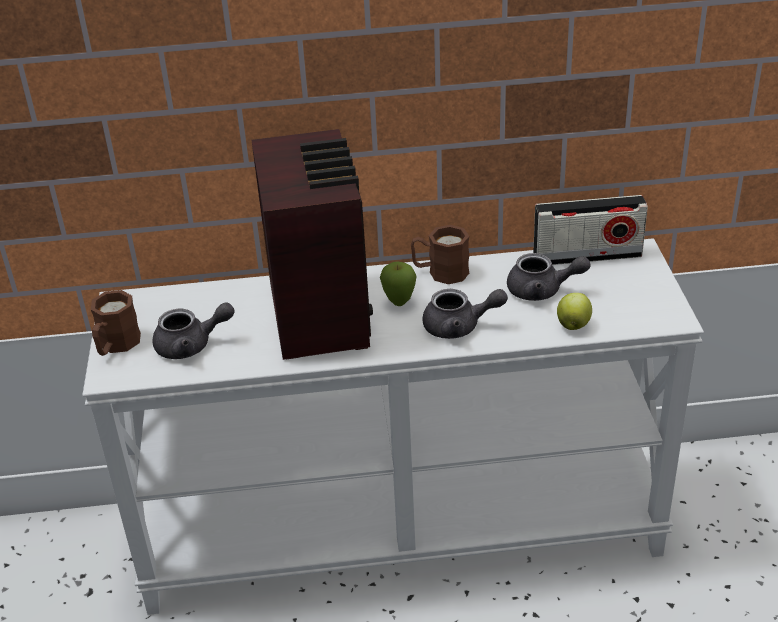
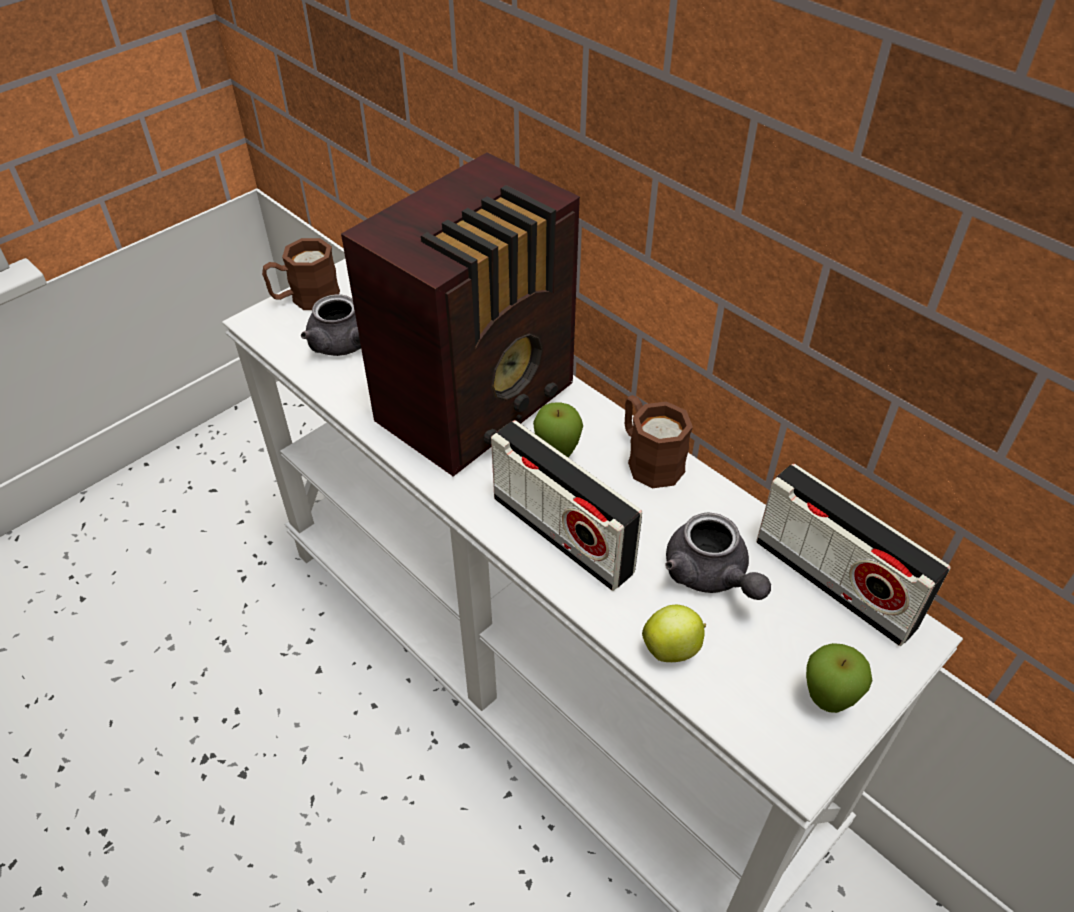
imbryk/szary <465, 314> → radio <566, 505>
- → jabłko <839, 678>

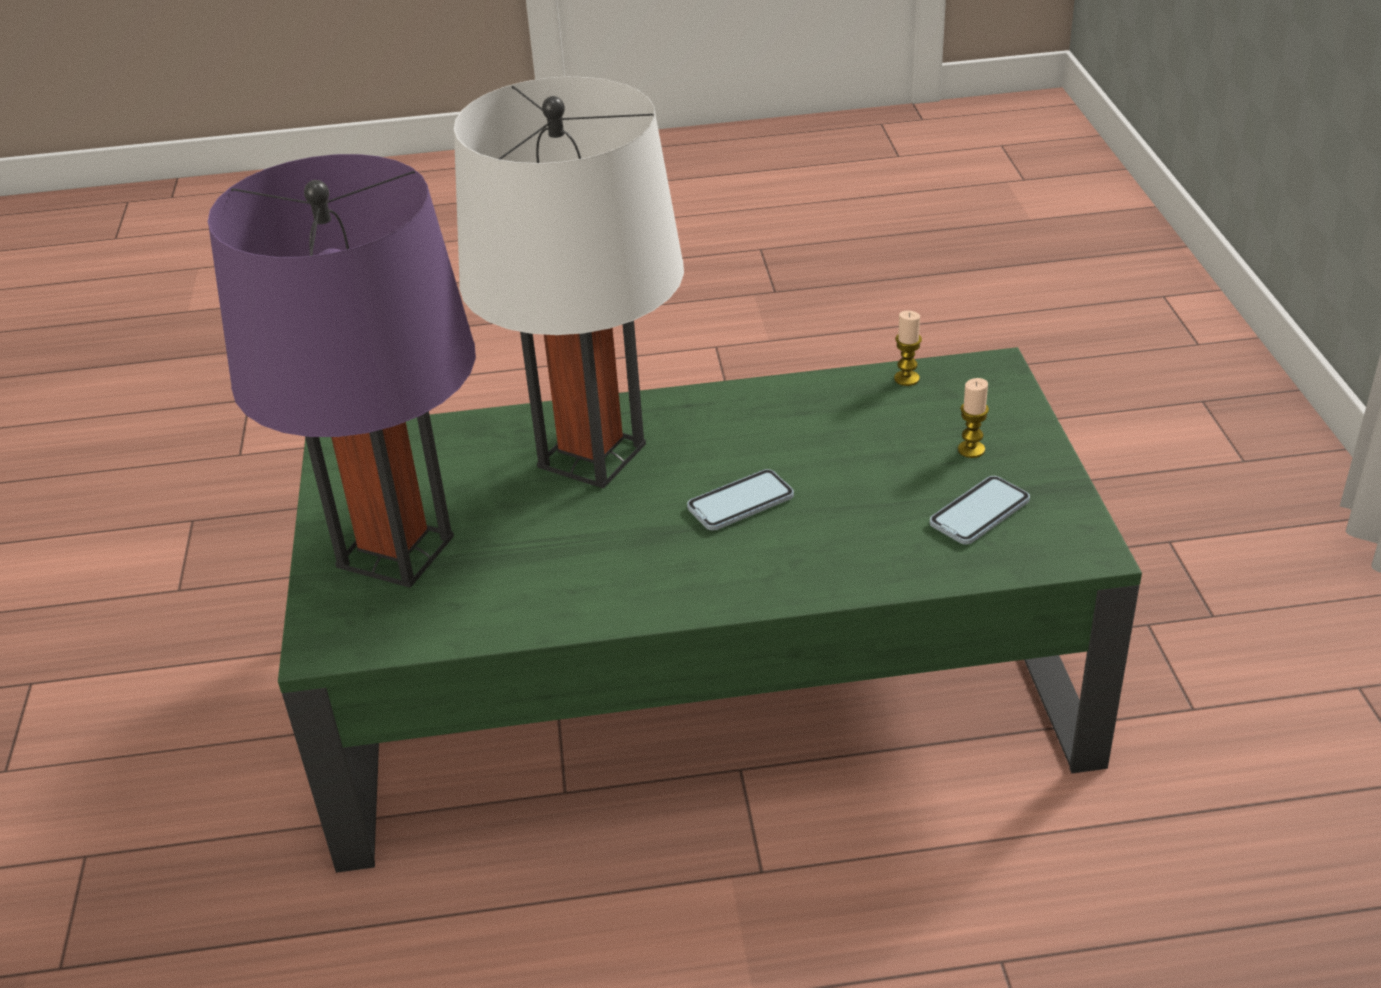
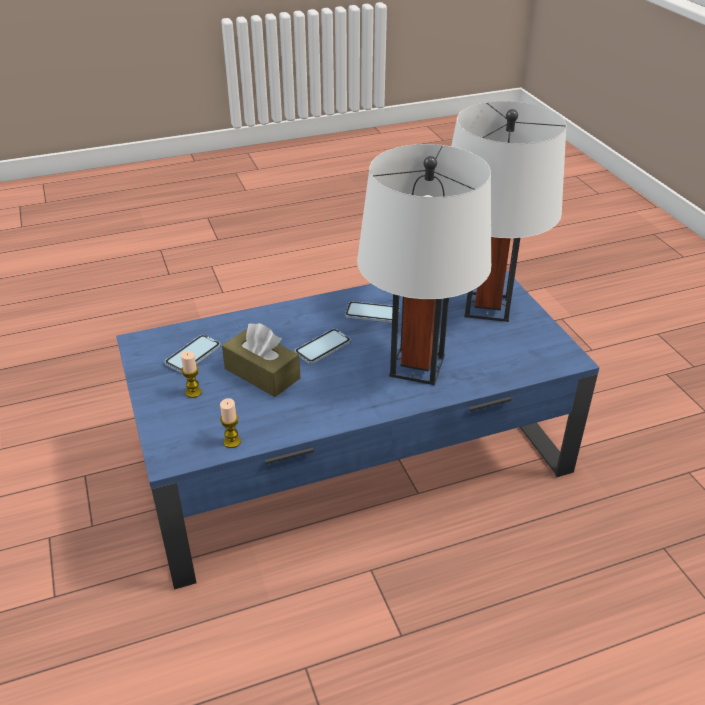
lampa stołowa/fioletowy <342, 371> → lampa stołowa/biały <509, 211>
ława/zielony <710, 610> → ława/niebieski <358, 430>
- → telefon <372, 312>
- → pudełko chusteczek/brązowy <261, 360>

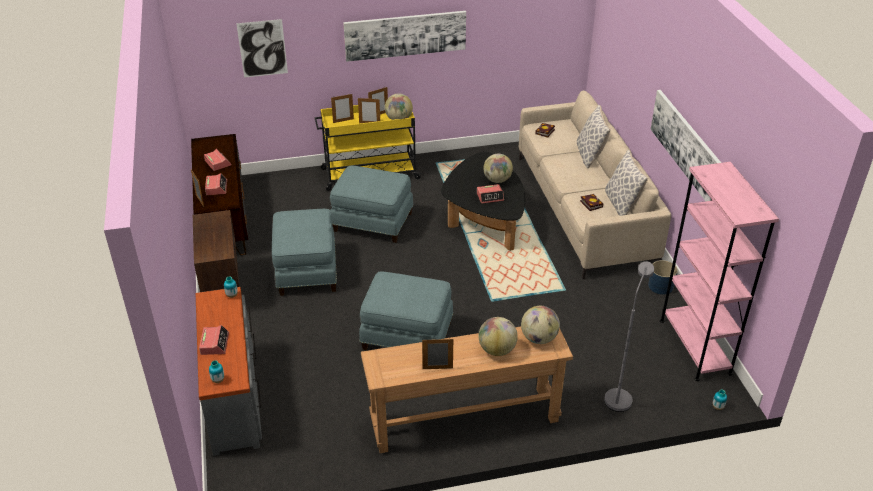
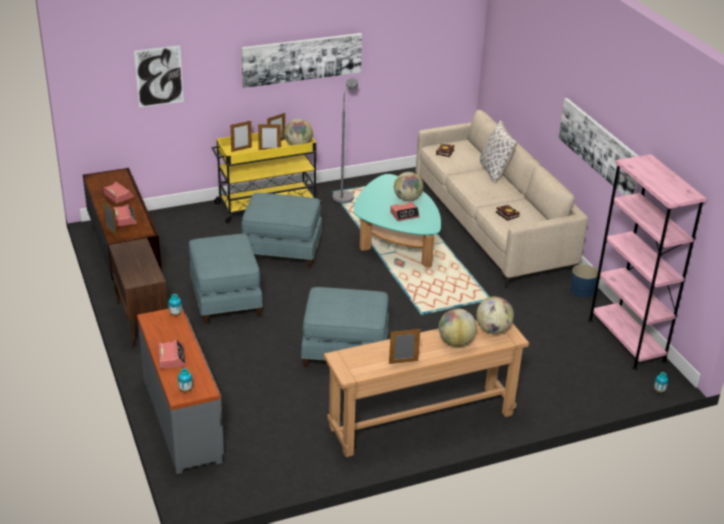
poduszka <626, 183> → -
ława/czarny <483, 201> → ława/turkusowy <397, 221>
lampa stojąca/szary <629, 336> → lampa stojąca/szary <345, 141>, shifted

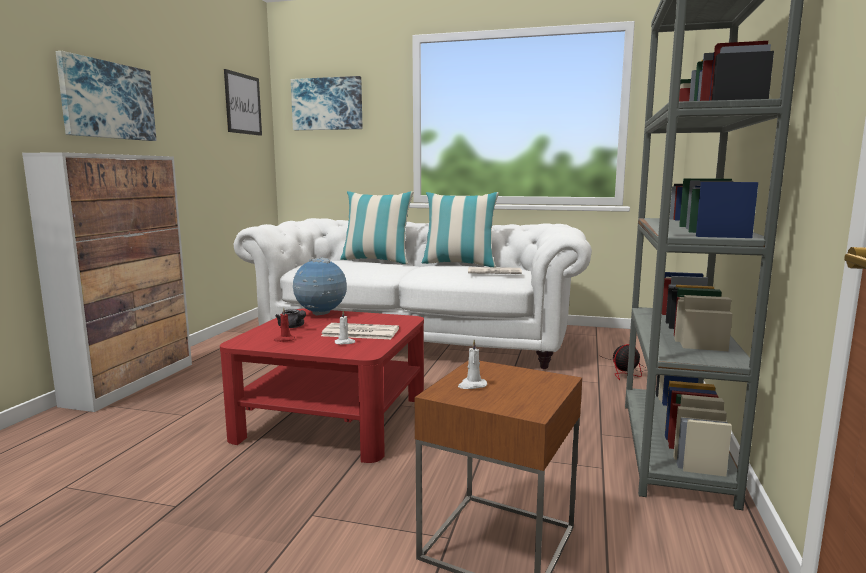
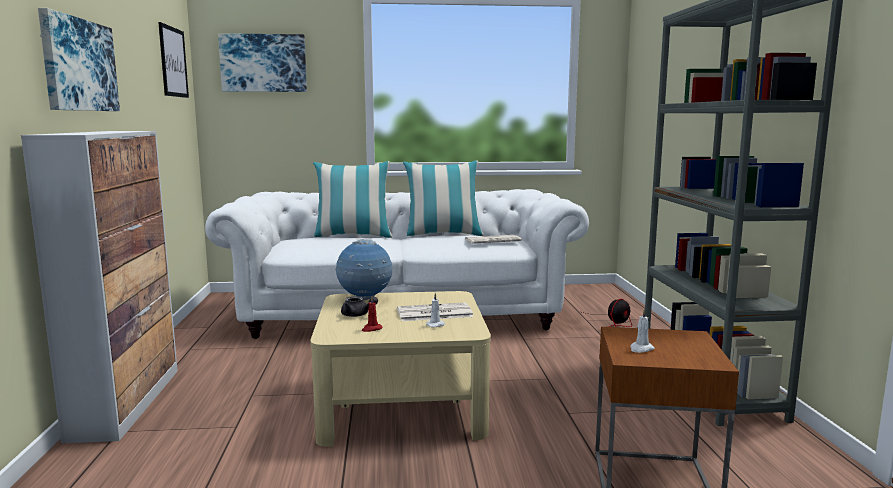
ława/czerwony <322, 386> → ława/beżowy <400, 369>

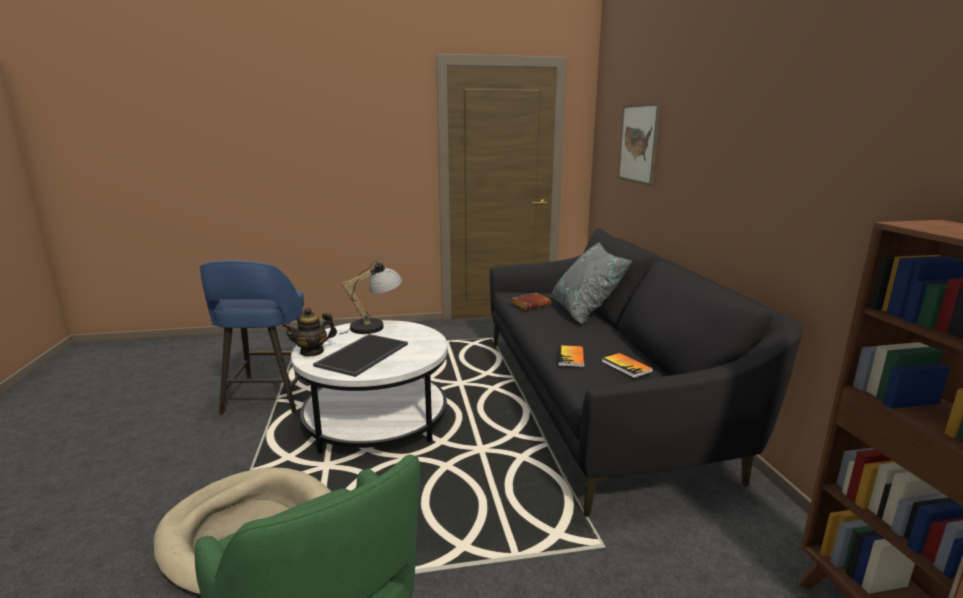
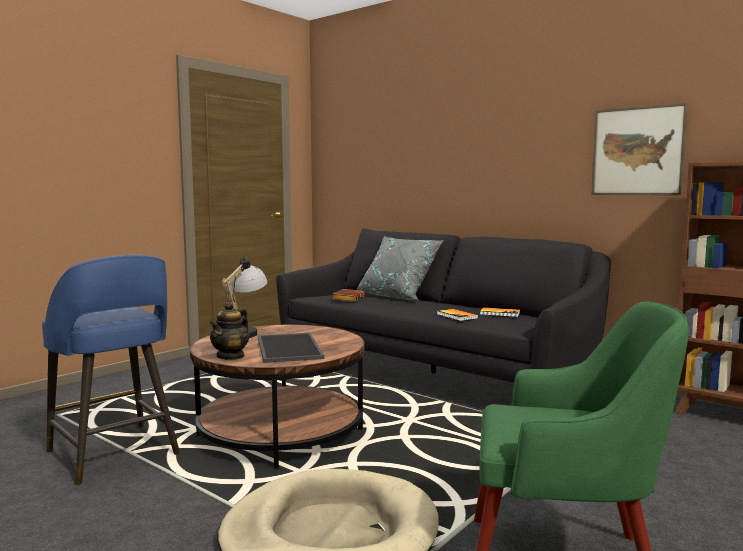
obraz <639, 144> → obraz <639, 149>, shifted
ława/biały <369, 387> → ława/brązowy <277, 397>

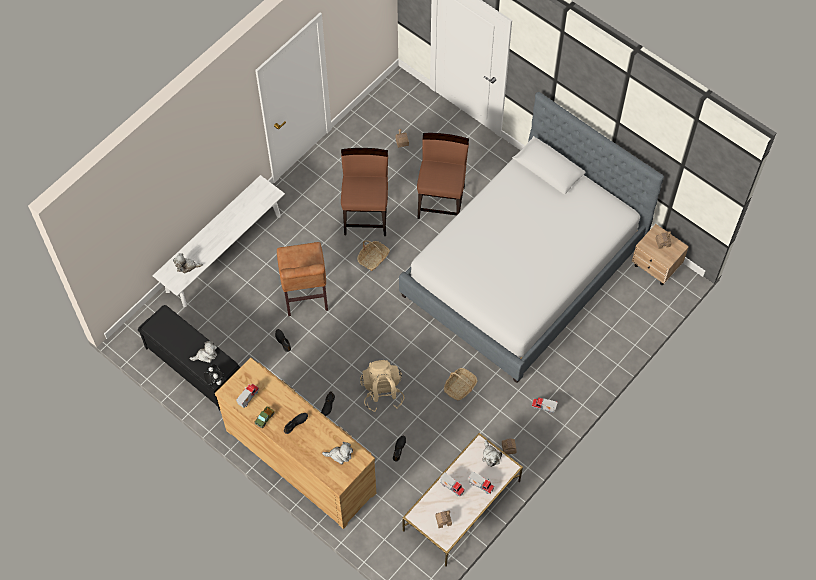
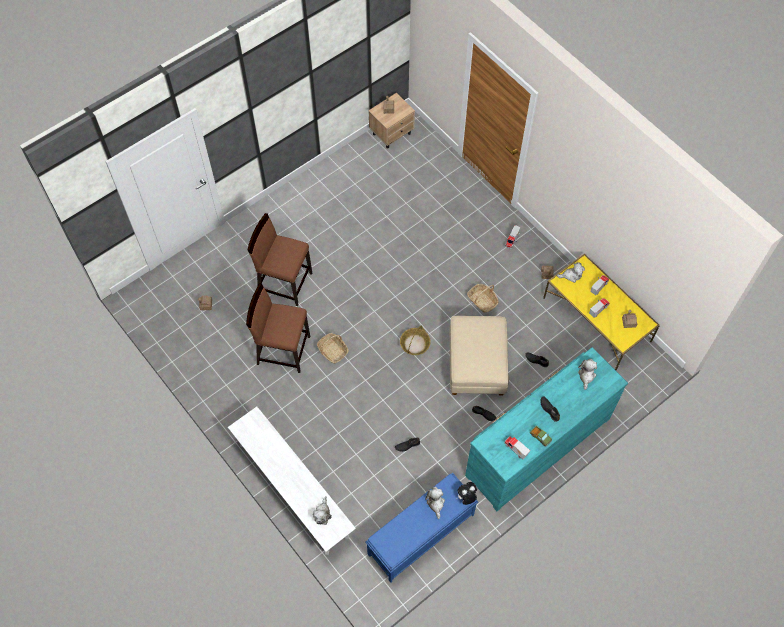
łóżko <531, 237> → -
krzesło/brązowy <302, 279> → -
ławka/czarny <189, 357> → ławka/niebieski <421, 528>
komoda/brązowy <295, 443> → komoda/turkusowy <546, 429>
plecak/beżowy <382, 386> → pufa/beżowy <479, 356>
ława/biały <462, 499> → ława/żółty <601, 312>
- → koszyk <415, 340>

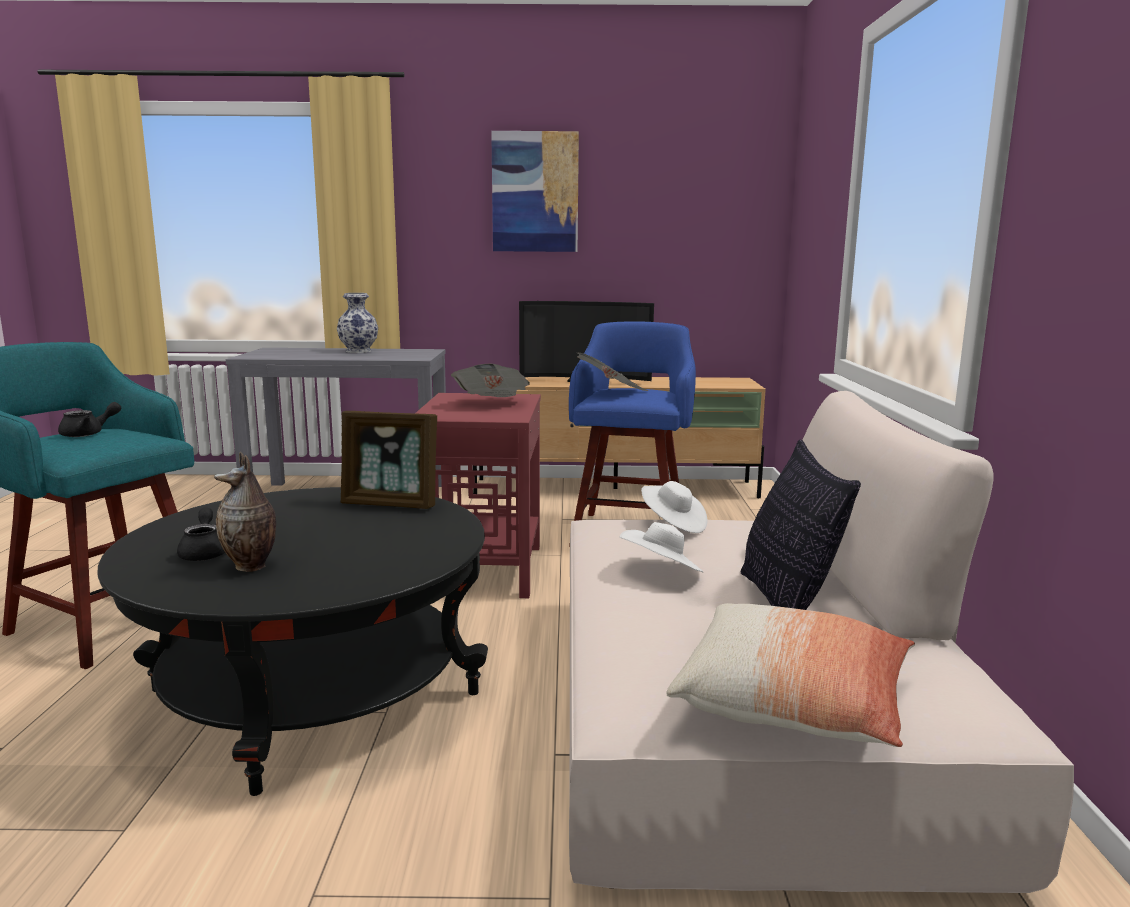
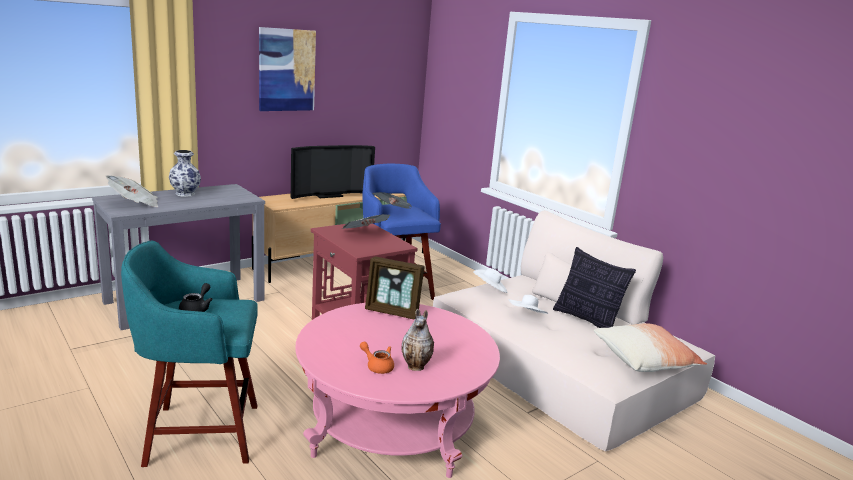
ramka na zdjęcie <389, 460> → ramka na zdjęcie <395, 287>, 45 degrees clockwise
ława/czarny <292, 641> → ława/różowy <397, 390>
imbryk/czarny <201, 534> → imbryk/pomarańczowy <377, 357>
- → gazeta <132, 191>

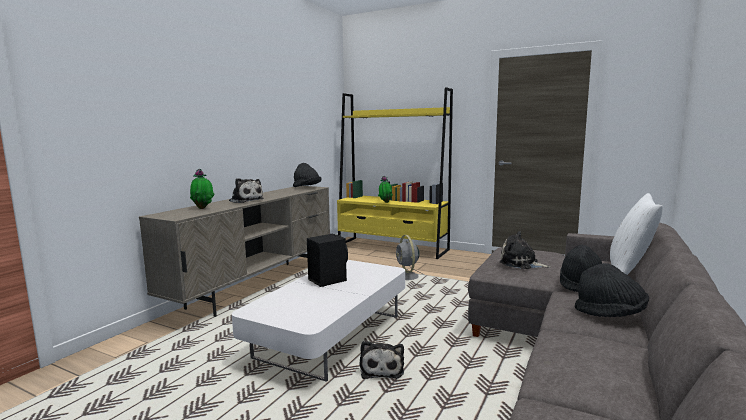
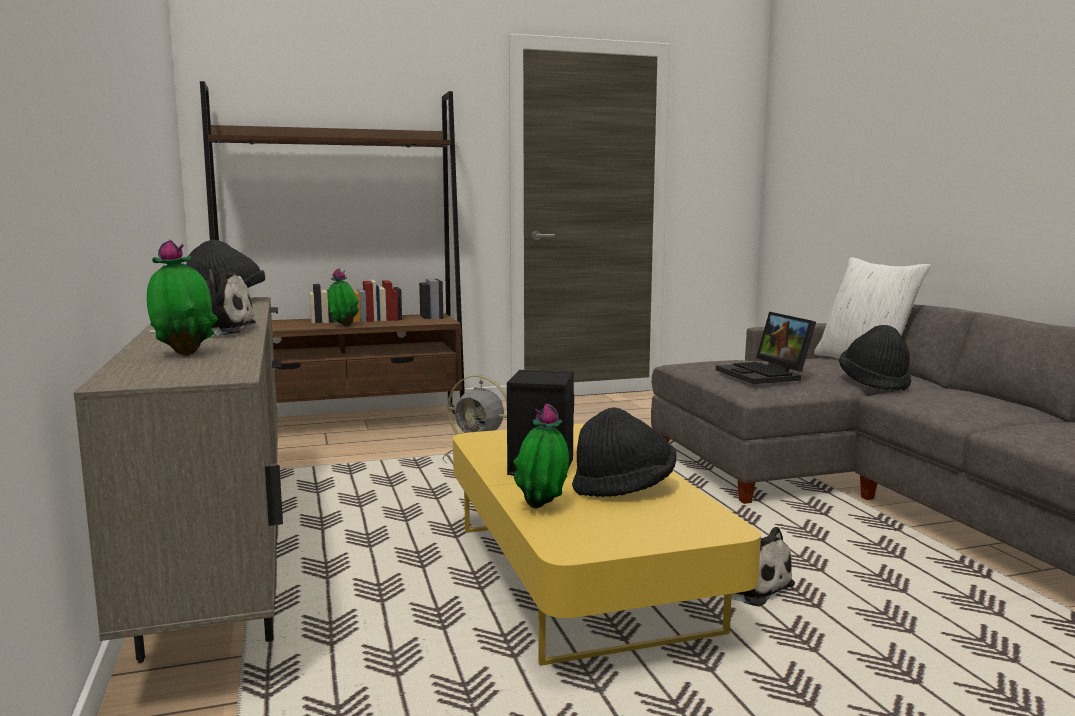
regał/żółty <395, 173> → regał/brązowy <332, 247>
pluszak <525, 250> → laptop <766, 348>
ława/biały <318, 321> → ława/żółty <607, 544>
kapelusz/czarny <612, 290> → kapelusz/czarny <624, 452>, shifted
- → roślina doniczkowa <541, 456>

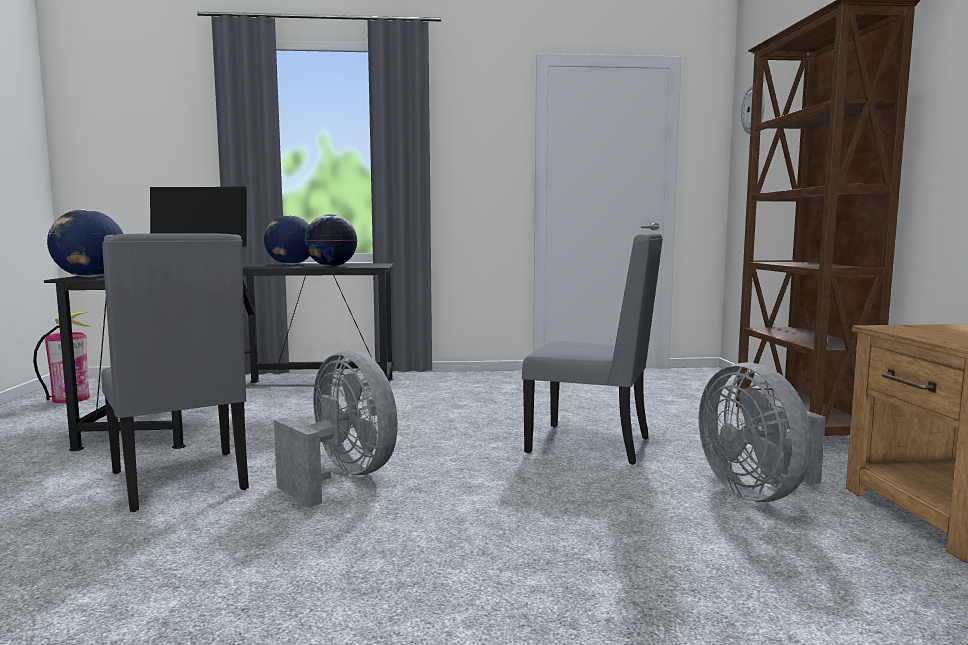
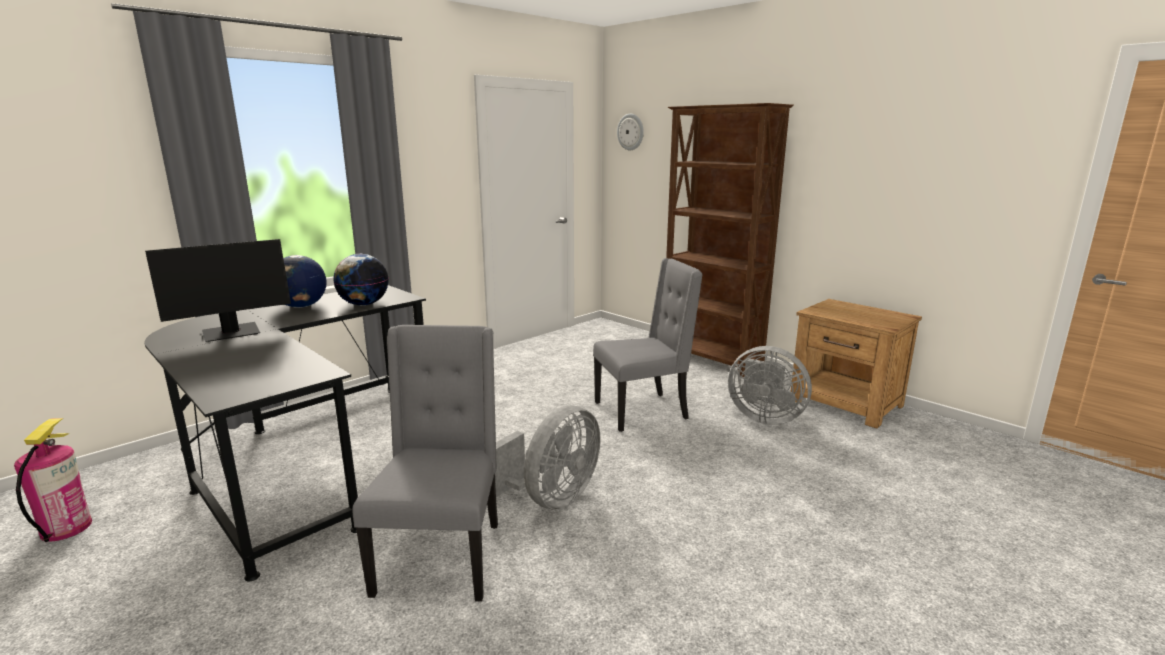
globus <85, 243> → -
krzesło/szary <175, 373> → krzesło/szary <425, 463>, 105 degrees counterclockwise
wentylator/szary <336, 429> → wentylator/szary <548, 457>, 120 degrees clockwise

